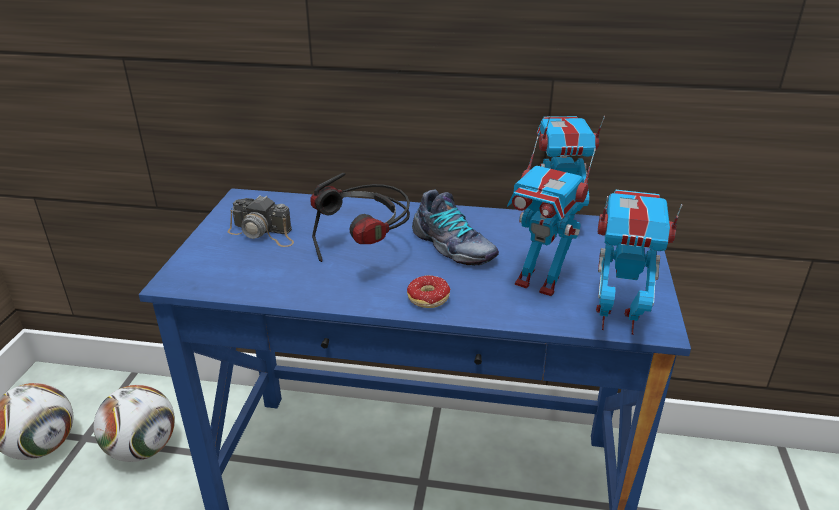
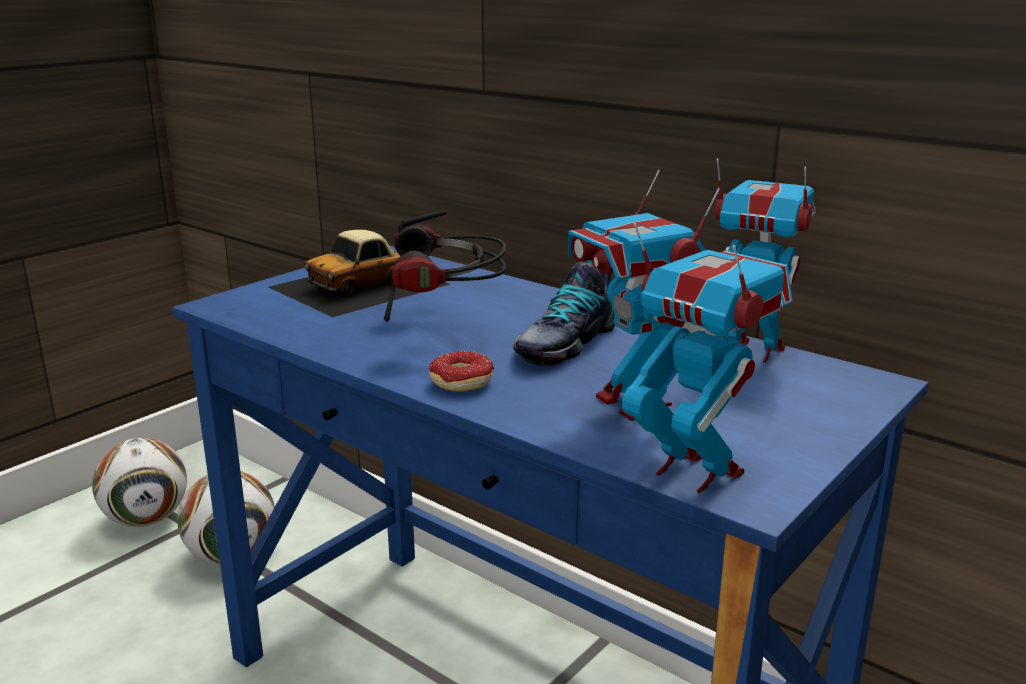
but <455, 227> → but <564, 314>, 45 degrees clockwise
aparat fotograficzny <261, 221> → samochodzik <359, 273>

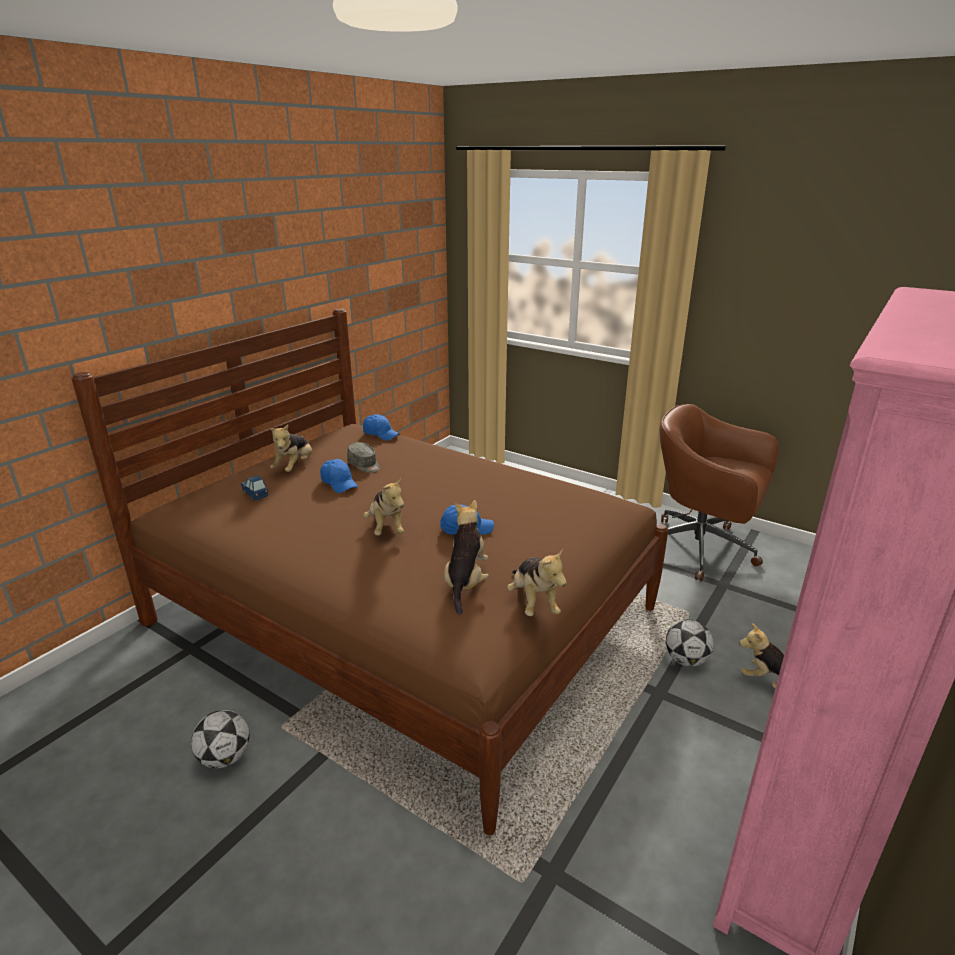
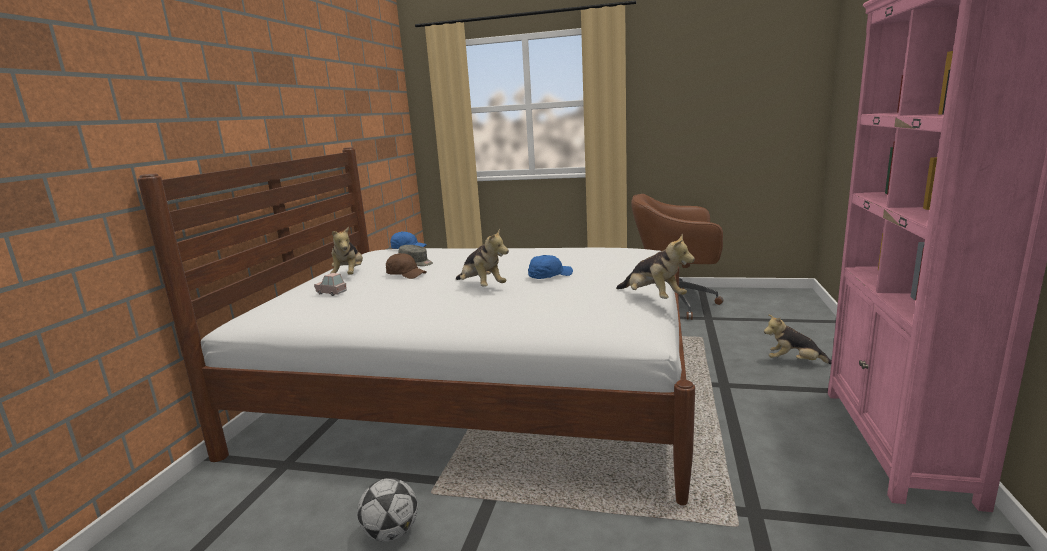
łóżko/brązowy <370, 571> → łóżko/biały <416, 326>
czapka z daszkiem/niebieski <339, 476> → czapka z daszkiem/brązowy <406, 266>
samochodzik/niebieski <254, 487> → samochodzik/różowy <330, 284>
pluszak <466, 557> → -
piłka futbolowa <689, 643> → -

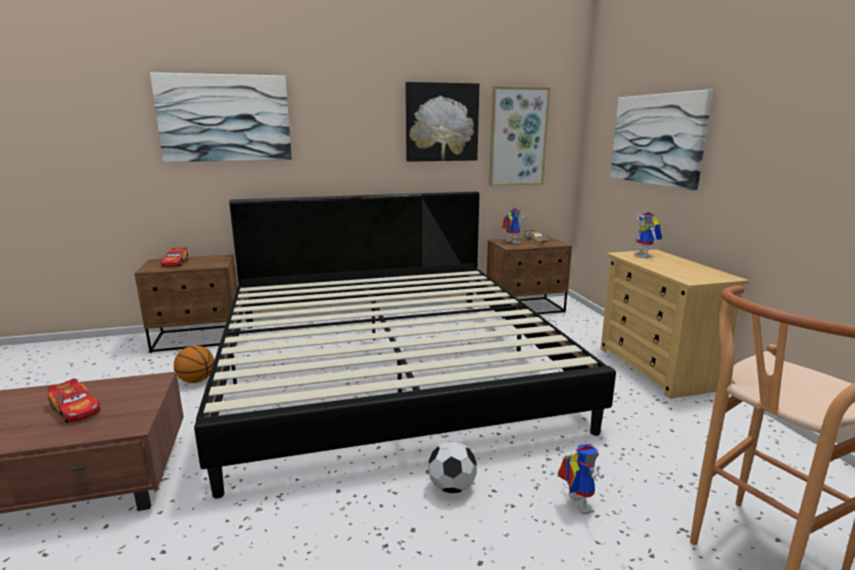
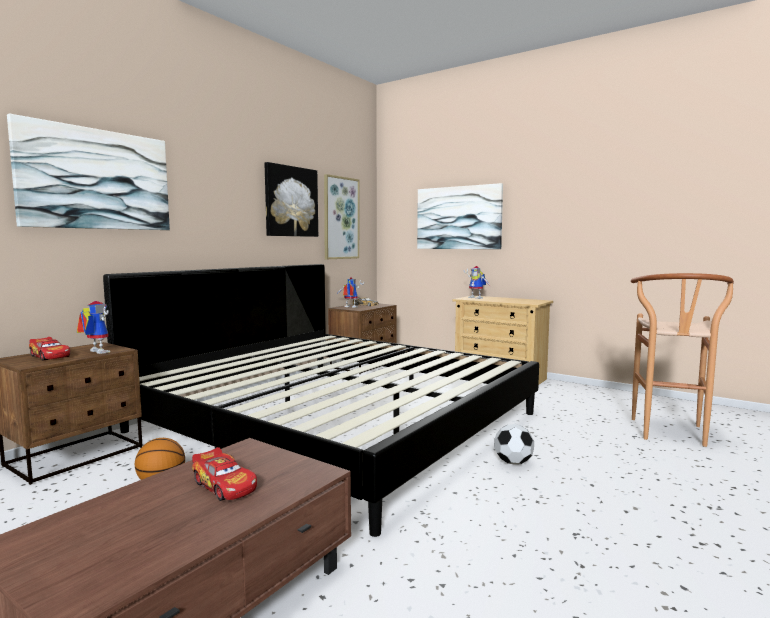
samochodzik <74, 400> → samochodzik <224, 474>, 45 degrees clockwise
robot zabawkowy <580, 478> → robot zabawkowy <93, 327>, shifted

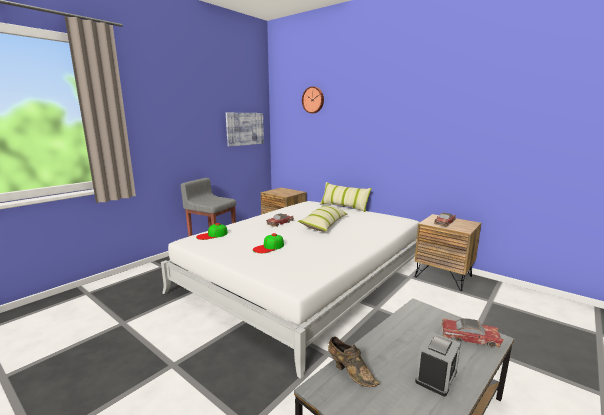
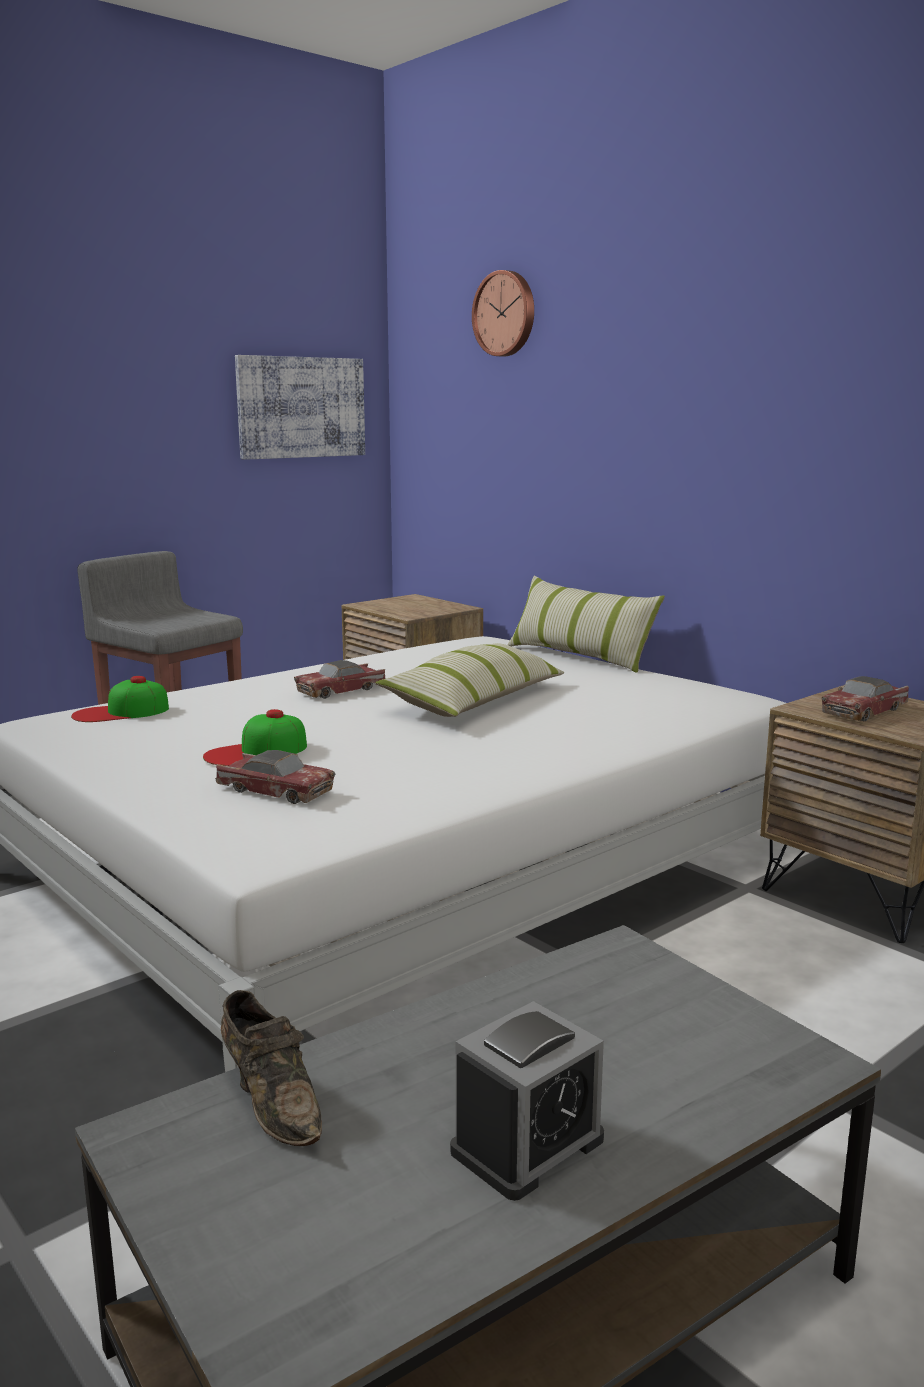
samochodzik <472, 333> → samochodzik <275, 777>, shifted

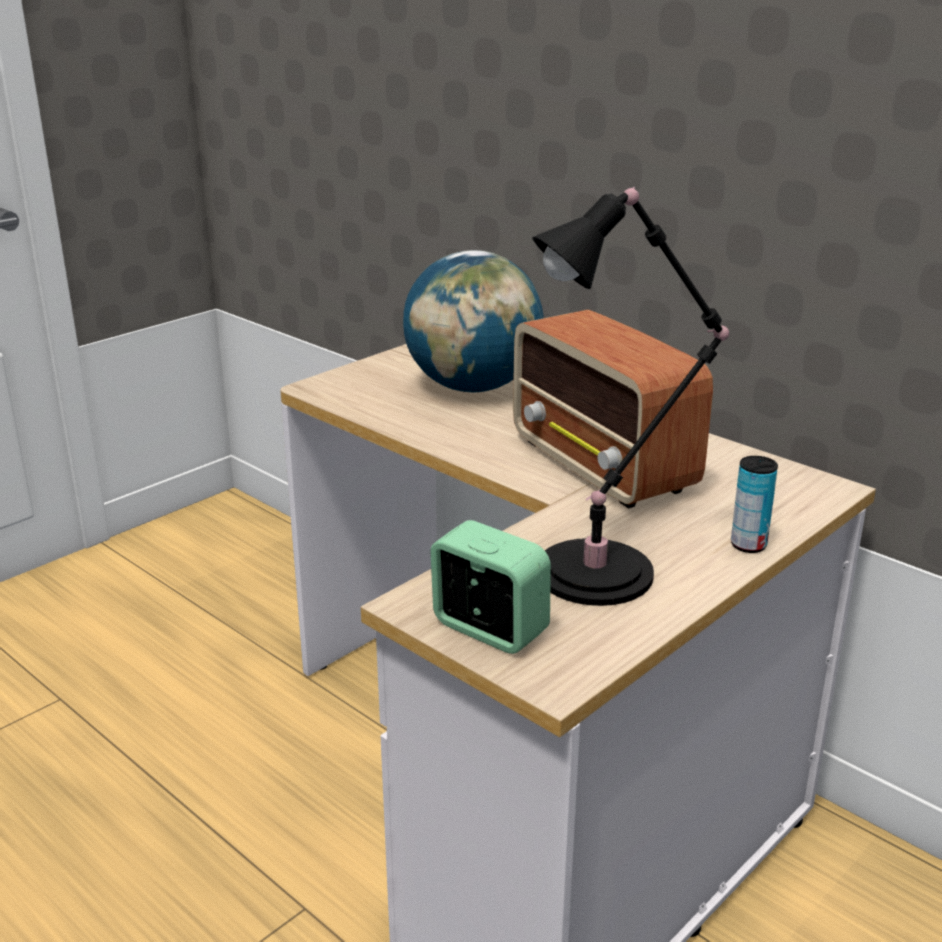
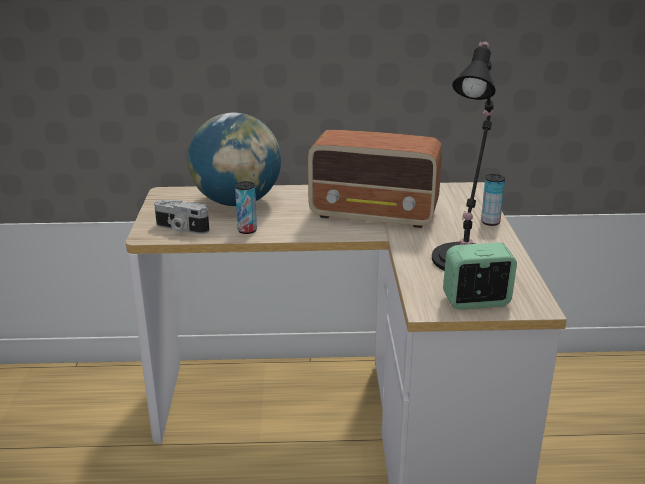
- → puszka <246, 207>
- → aparat fotograficzny <181, 217>

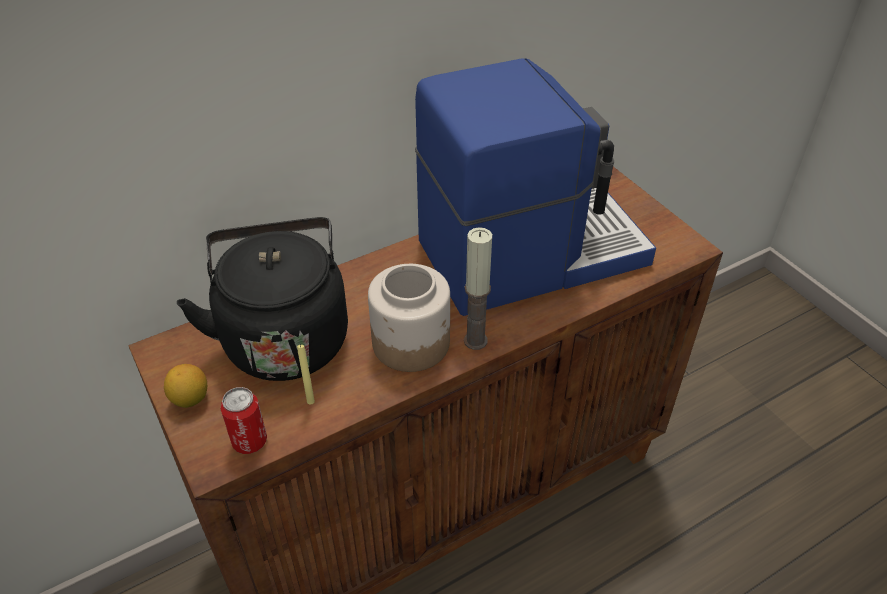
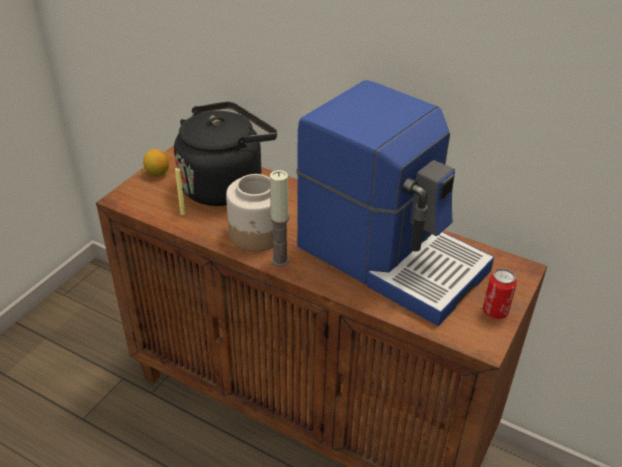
puszka <243, 420> → puszka <500, 293>, shifted

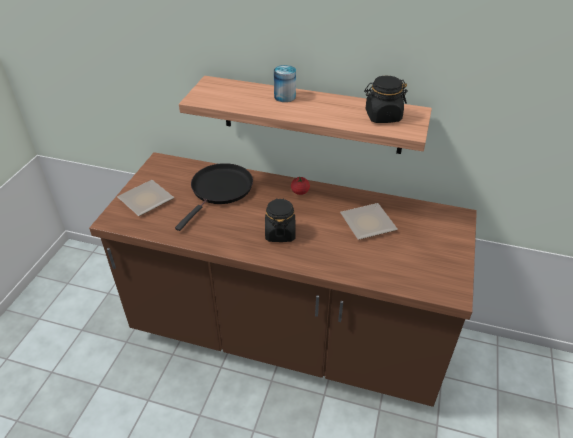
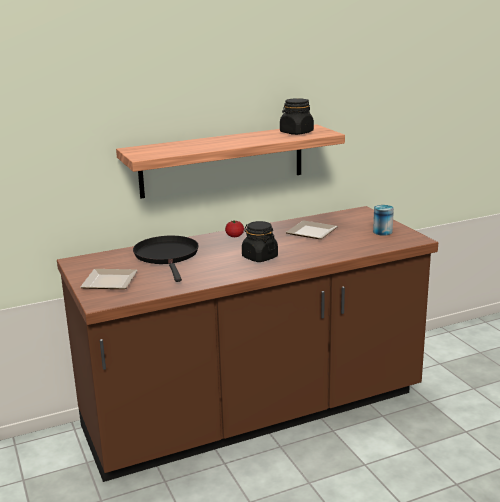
puszka <285, 83> → puszka <383, 220>, shifted

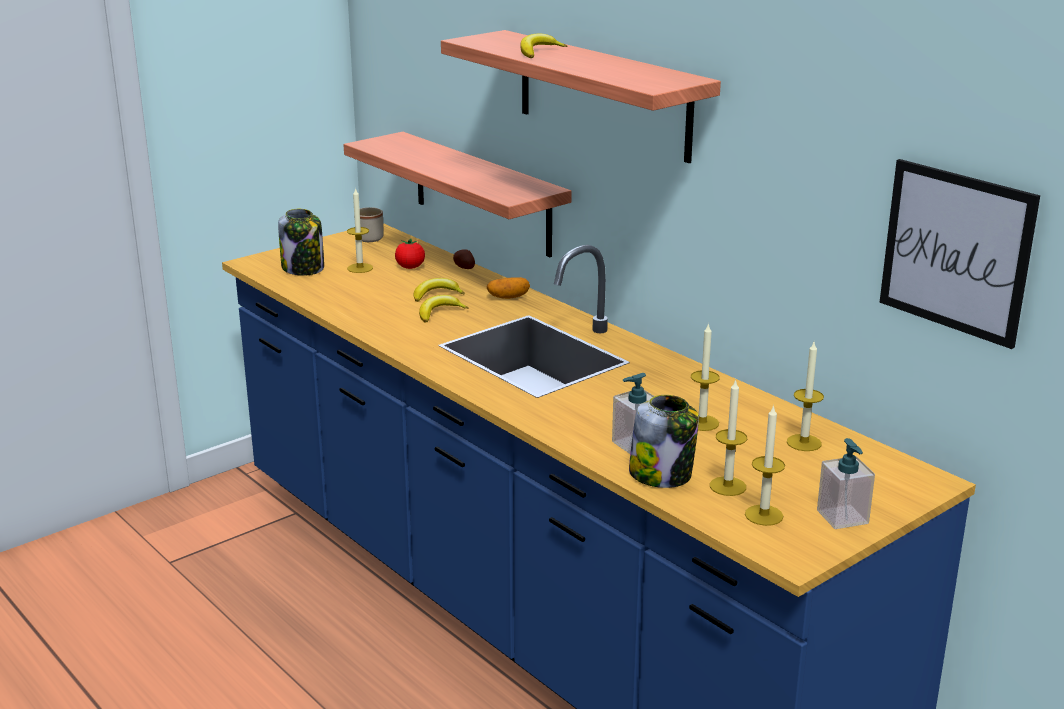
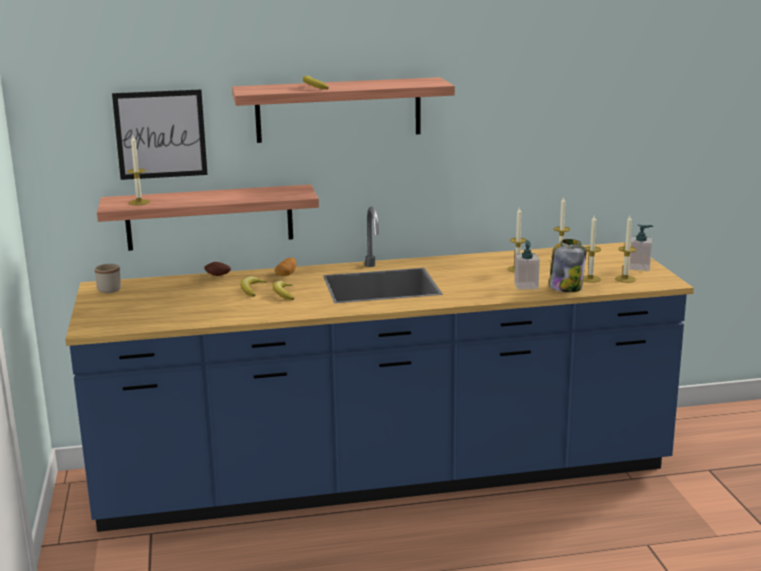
obraz <960, 254> → obraz <160, 134>, shifted
świeca <360, 230> → świeca <138, 170>, shifted
słoik <301, 242> → -
pomidor <410, 254> → -

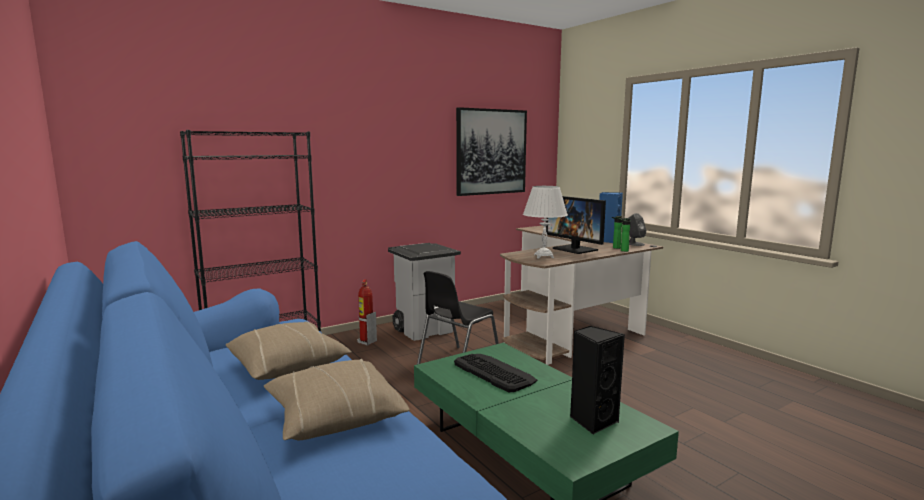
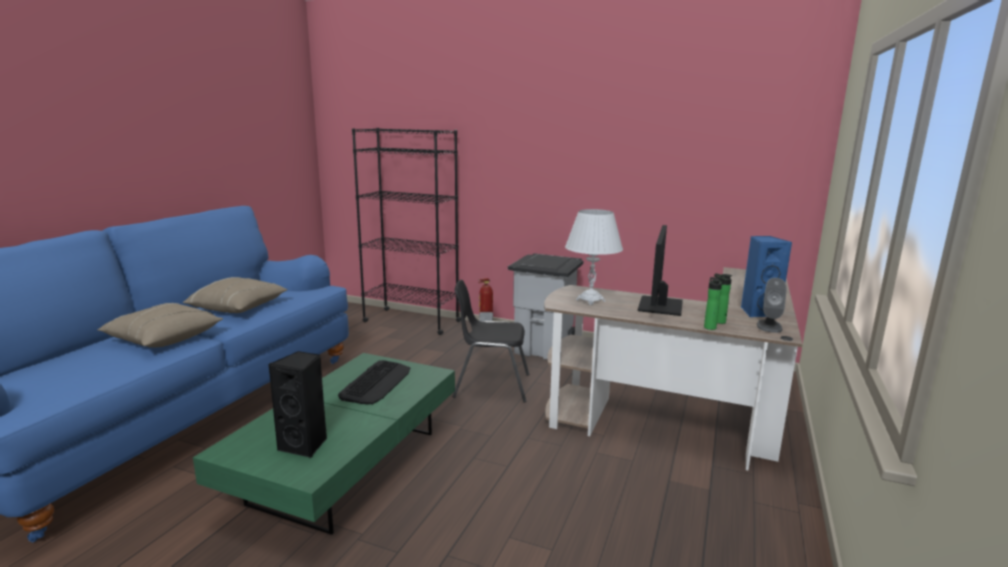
obraz <491, 151> → -

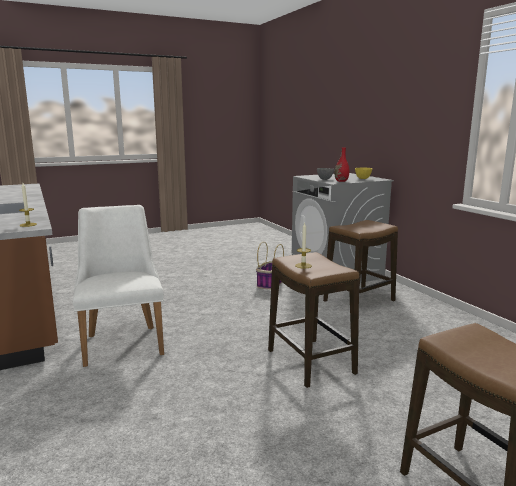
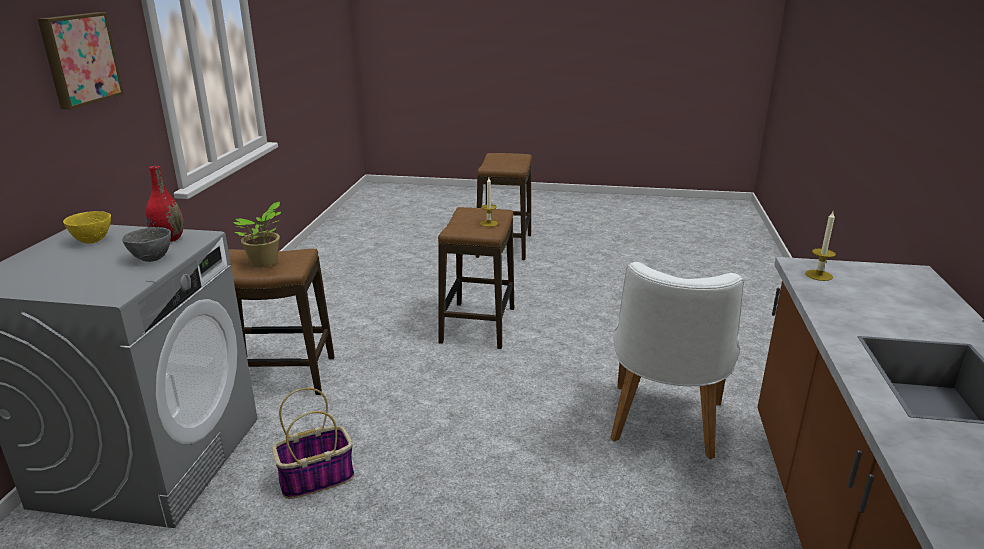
- → obraz <81, 61>
- → roślina doniczkowa <257, 234>

